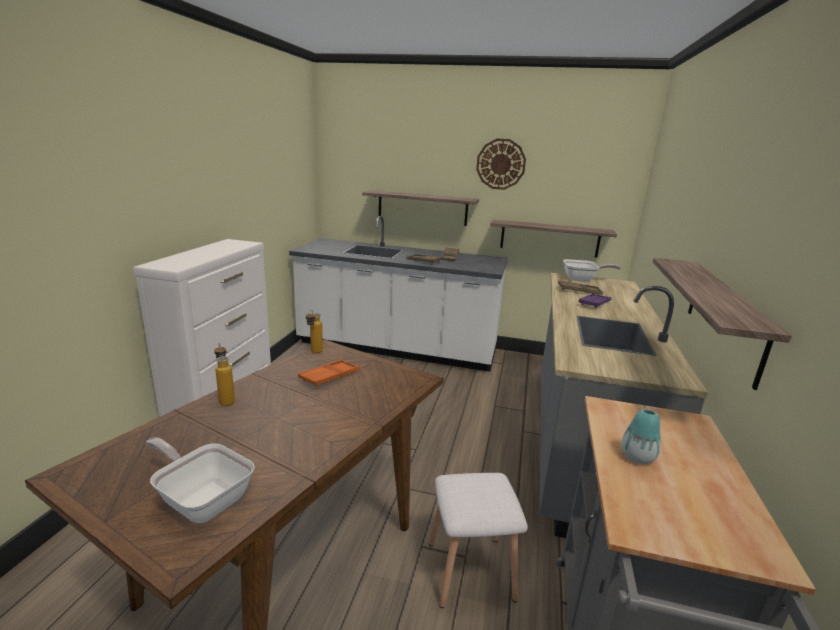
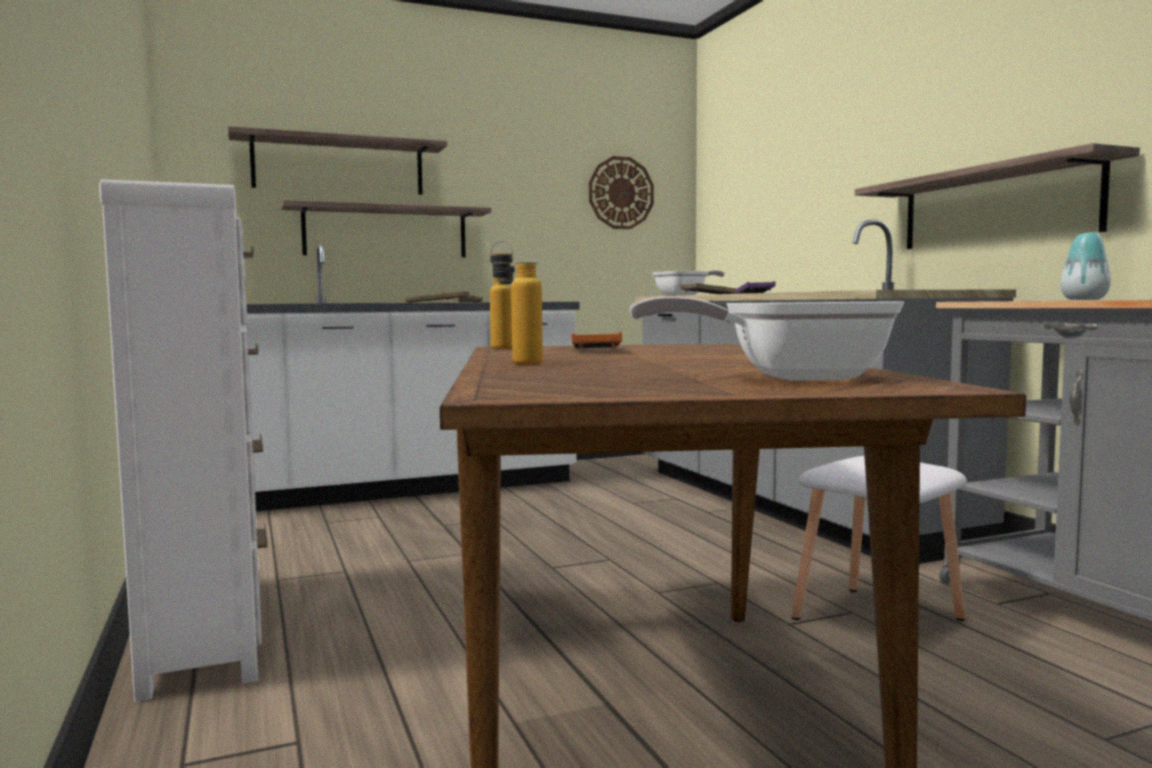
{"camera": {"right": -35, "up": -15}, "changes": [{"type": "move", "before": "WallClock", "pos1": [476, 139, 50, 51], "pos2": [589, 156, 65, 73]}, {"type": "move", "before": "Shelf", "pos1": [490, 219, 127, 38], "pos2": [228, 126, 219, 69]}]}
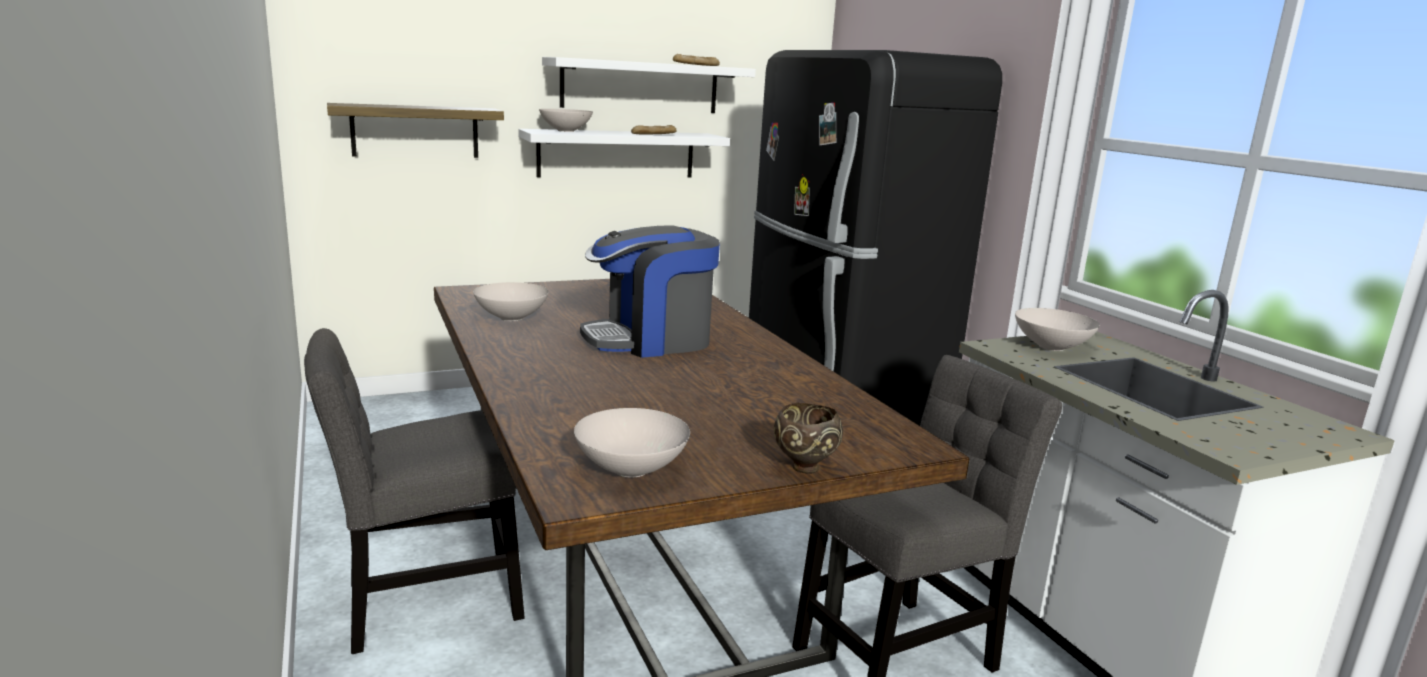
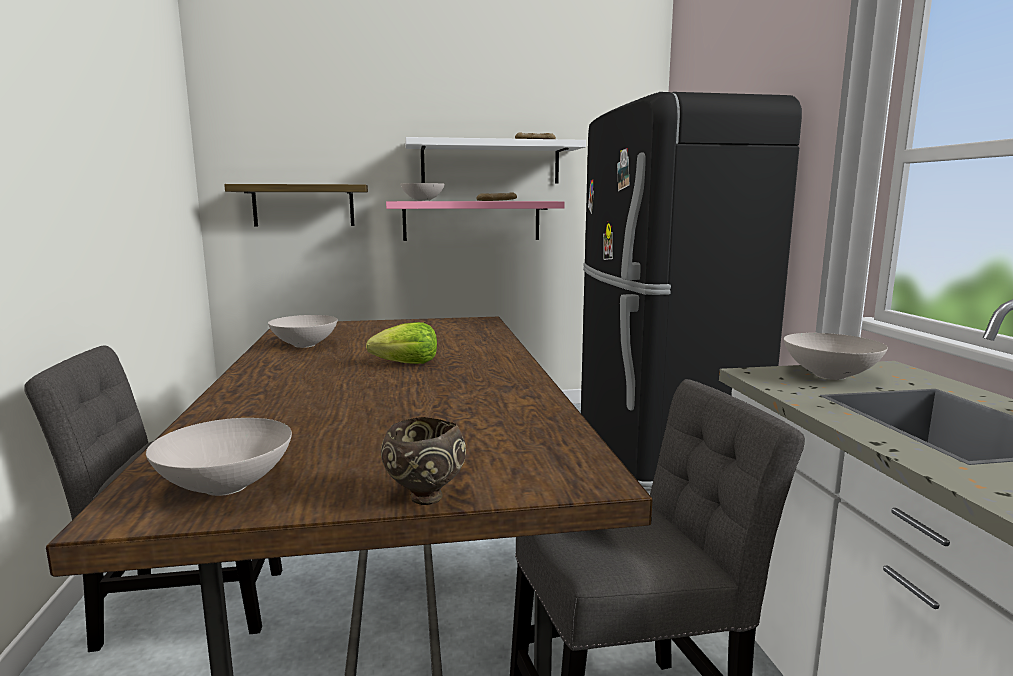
{"camera": {"right": 15, "up": -5}, "changes": [{"type": "replace", "before": "CoffeeMachine", "after": "Lettuce", "pos1": [580, 225, 140, 133], "pos2": [366, 322, 71, 42]}, {"type": "recolor", "before": "WhiteShelf", "after": "PinkShelf", "pos1": [518, 129, 212, 49], "pos2": [386, 201, 179, 40]}]}
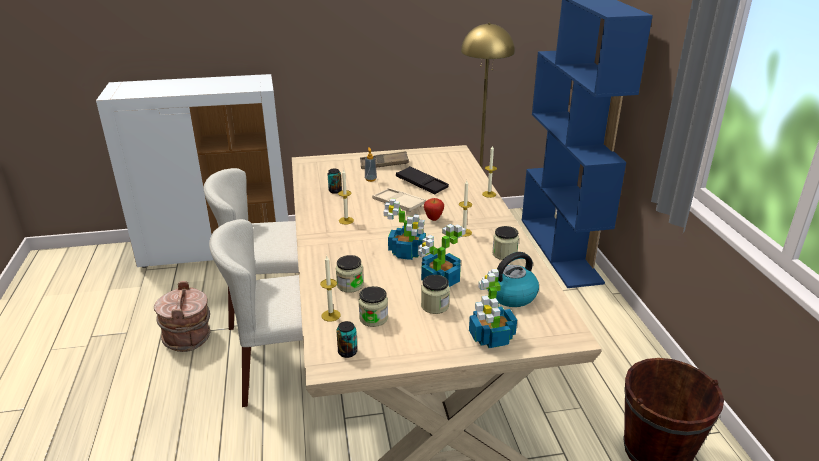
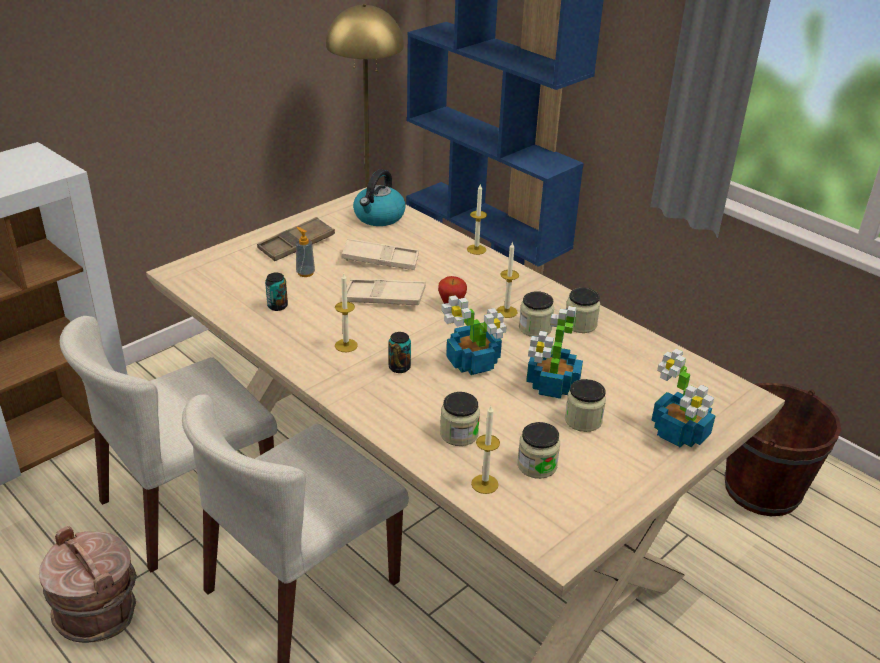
{"camera": {"right": -35, "up": 5}, "changes": [{"type": "insert", "after": "Jar", "pos2": [519, 291, 35, 46]}, {"type": "move", "before": "Can", "pos1": [336, 321, 21, 37], "pos2": [389, 332, 22, 41]}, {"type": "move", "before": "Kettle", "pos1": [488, 252, 51, 55], "pos2": [353, 169, 53, 57]}, {"type": "recolor", "before": "BlackTray", "after": "BeigeTray", "pos1": [396, 166, 53, 28], "pos2": [342, 238, 77, 32]}]}
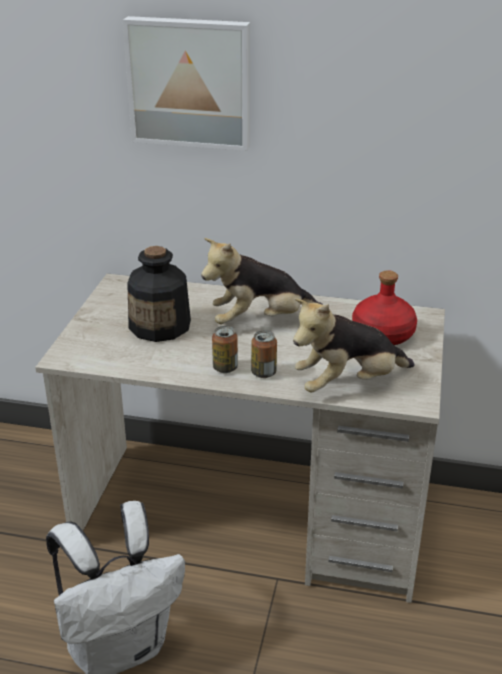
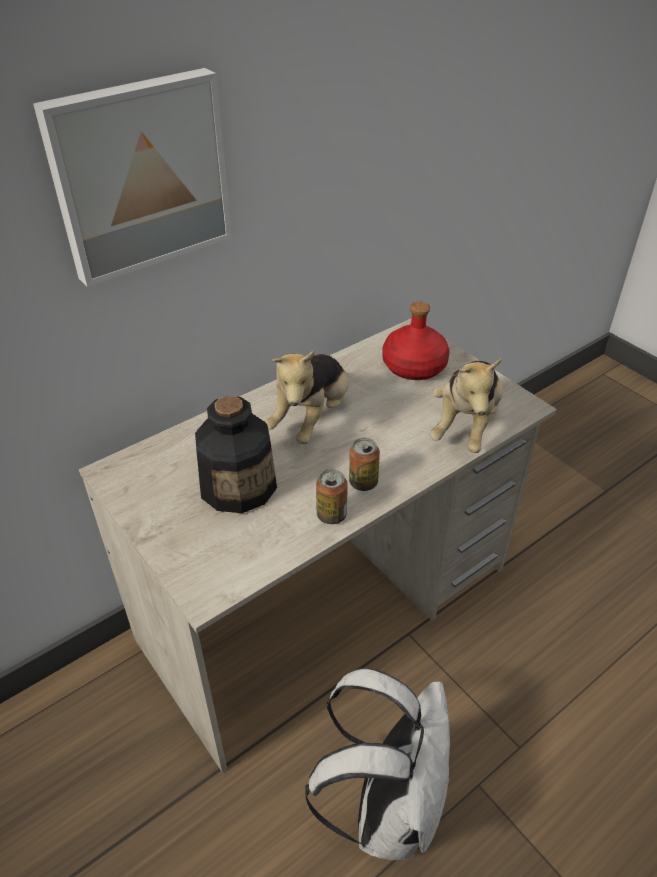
{"camera": {"right": -50, "up": 10}, "changes": [{"type": "move", "before": "Can", "pos1": [251, 330, 26, 48], "pos2": [316, 469, 32, 55]}]}
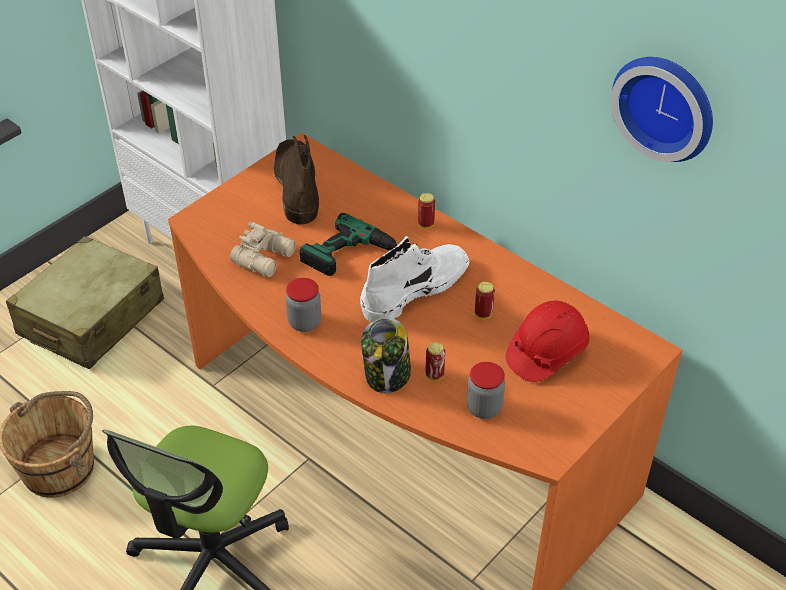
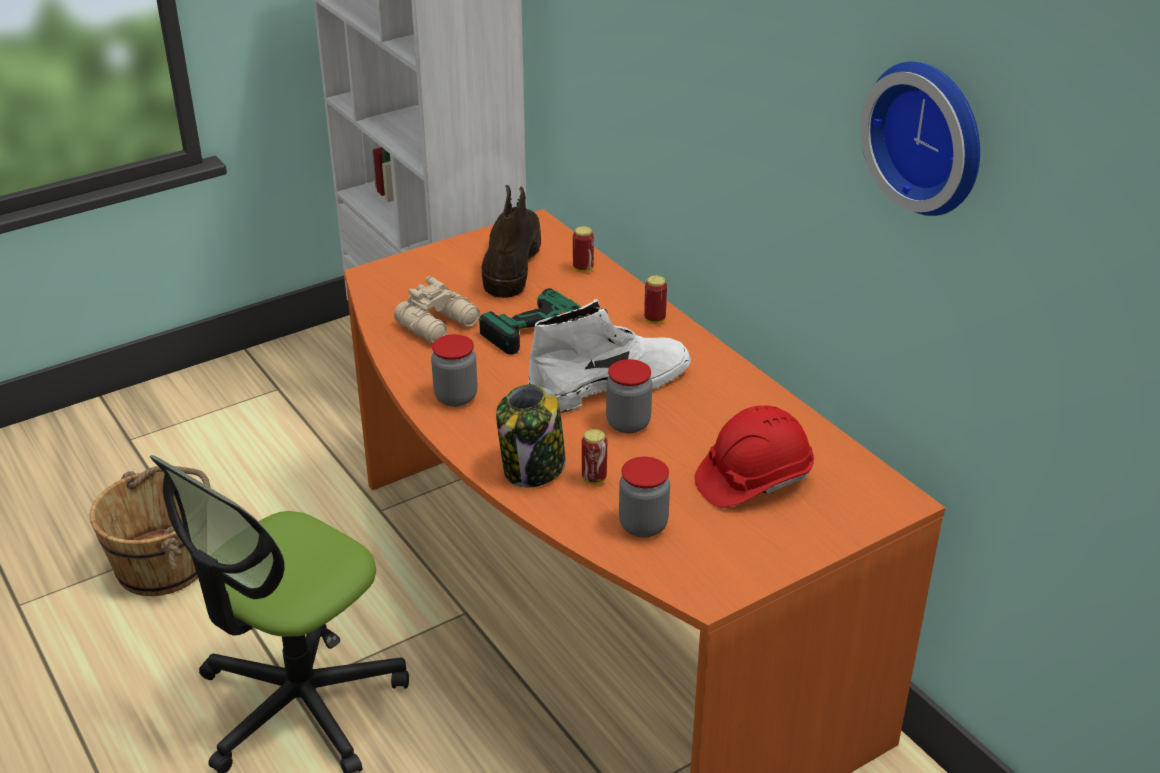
{"camera": {"right": 15, "up": -10}, "changes": [{"type": "delete", "before": "BeigeSuitcase", "pos1": [6, 236, 158, 133]}, {"type": "insert", "after": "Jar", "pos2": [606, 359, 46, 74]}, {"type": "move", "before": "Can", "pos1": [475, 282, 20, 37], "pos2": [573, 226, 21, 47]}]}
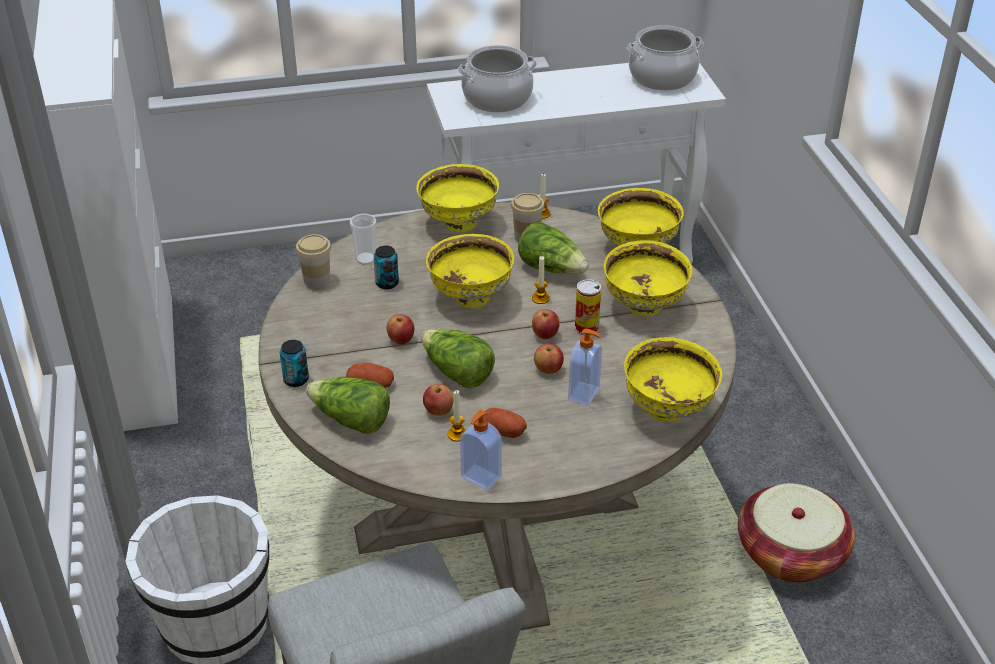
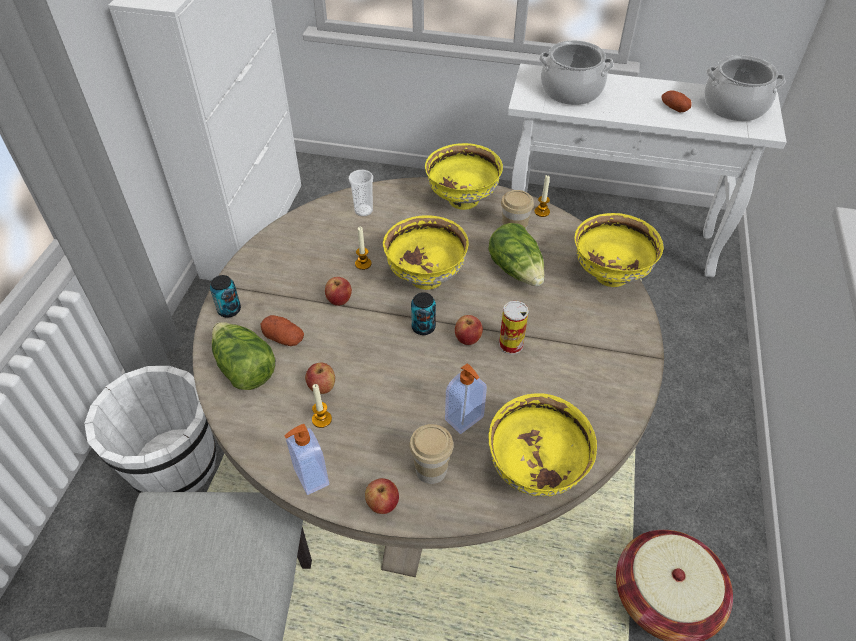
{"camera": {"right": 25, "up": 10}, "changes": [{"type": "delete", "before": "Lettuce", "pos1": [421, 329, 74, 59]}, {"type": "delete", "before": "YellowBowl", "pos1": [604, 240, 88, 76]}, {"type": "move", "before": "Cup", "pos1": [296, 234, 35, 54], "pos2": [409, 424, 45, 60]}, {"type": "move", "before": "Can", "pos1": [374, 246, 25, 43], "pos2": [411, 292, 25, 43]}, {"type": "move", "before": "Potato", "pos1": [483, 408, 44, 30], "pos2": [661, 90, 31, 23]}, {"type": "move", "before": "Candle", "pos1": [532, 256, 17, 48], "pos2": [355, 227, 17, 43]}, {"type": "move", "before": "Apple", "pos1": [534, 344, 30, 30], "pos2": [365, 478, 34, 36]}]}
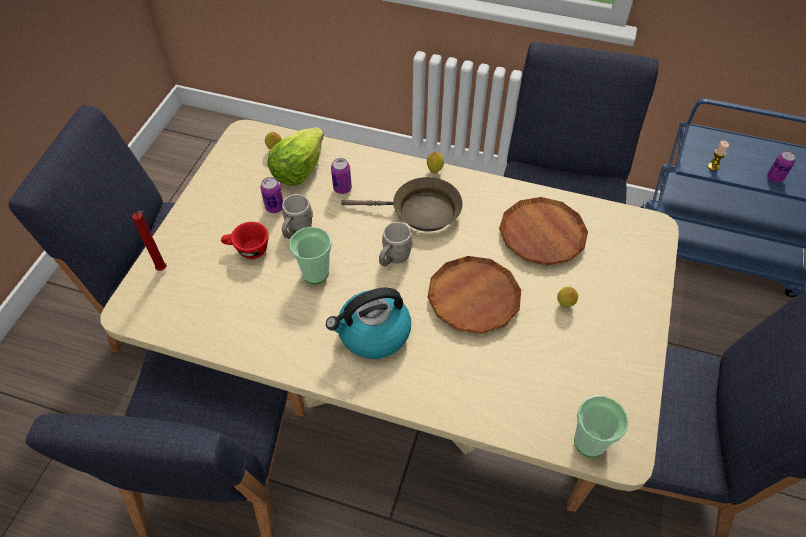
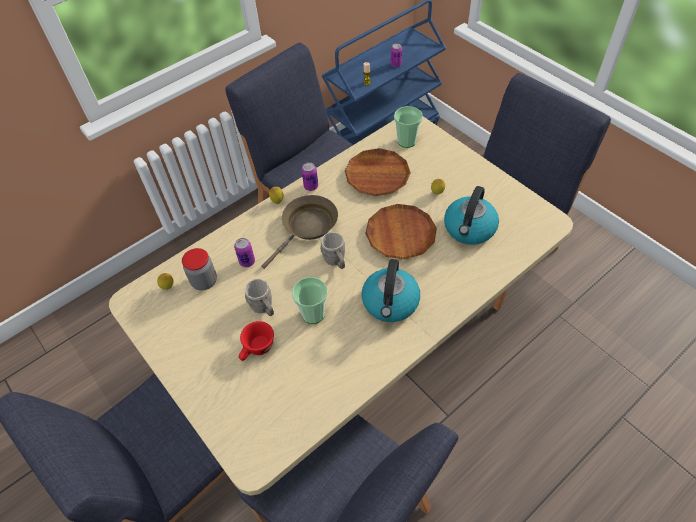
{"camera": {"right": -55, "up": 0}, "changes": [{"type": "delete", "before": "RedCandle", "pos1": [132, 211, 35, 60]}, {"type": "insert", "after": "Kettle", "pos2": [444, 186, 55, 59]}, {"type": "move", "before": "Can", "pos1": [260, 177, 23, 36], "pos2": [302, 162, 16, 29]}, {"type": "move", "before": "Cup", "pos1": [574, 396, 55, 61], "pos2": [394, 106, 29, 42]}, {"type": "replace", "before": "Lettuce", "after": "Jar", "pos1": [267, 127, 57, 59], "pos2": [182, 248, 35, 43]}]}
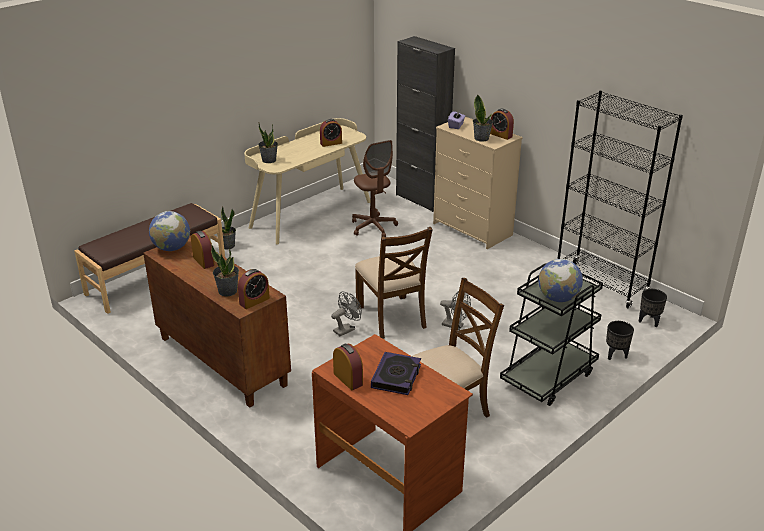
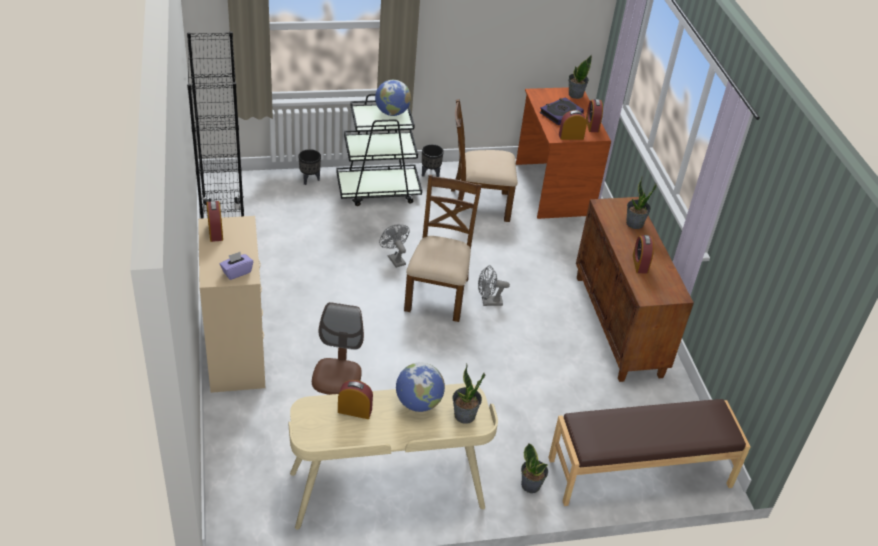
{"camera": {"right": -150, "up": 10}, "changes": [{"type": "delete", "before": "BlackCabinet", "pos1": [396, 36, 59, 176]}, {"type": "move", "before": "Globe", "pos1": [149, 211, 41, 40], "pos2": [396, 363, 49, 49]}, {"type": "move", "before": "AlarmClock", "pos1": [238, 269, 32, 40], "pos2": [559, 110, 28, 30]}, {"type": "move", "before": "PottedPlant", "pos1": [473, 94, 20, 48], "pos2": [568, 55, 24, 44]}, {"type": "move", "before": "BlackPlanter", "pos1": [639, 289, 28, 38], "pos2": [422, 144, 22, 33]}]}
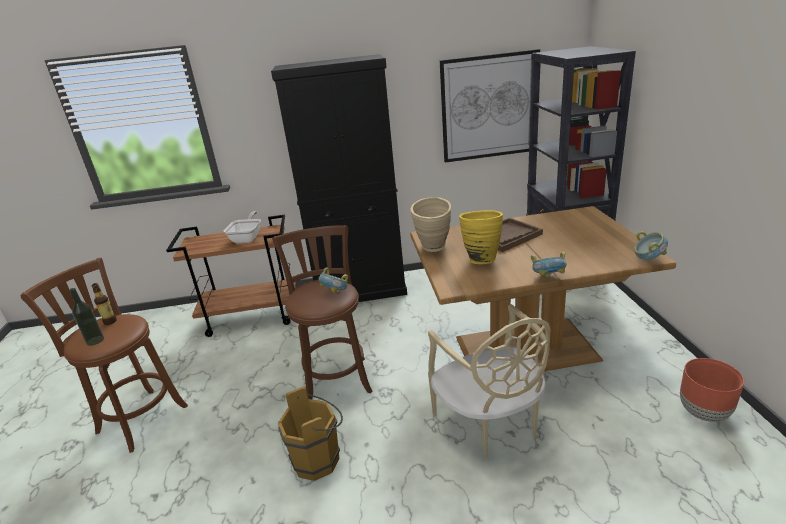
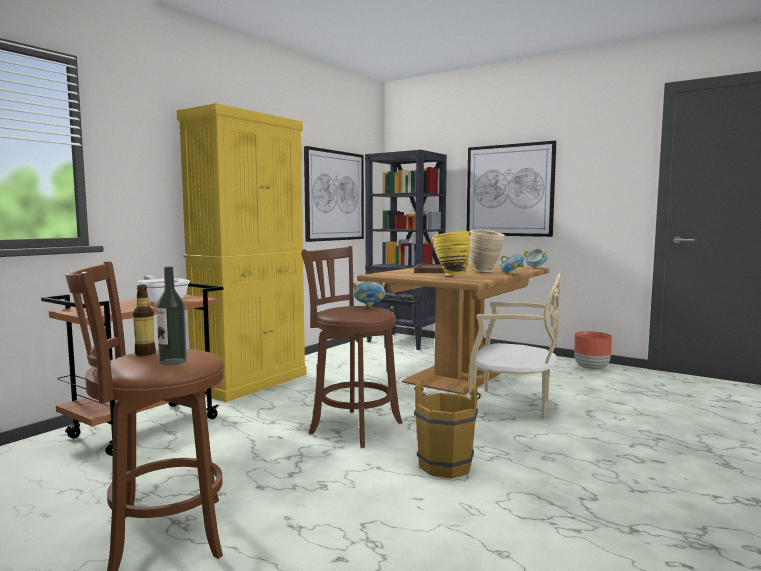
{"camera": {"right": -50, "up": -20}, "changes": [{"type": "insert", "after": "Picture", "pos2": [467, 141, 89, 96]}, {"type": "move", "before": "BeigeVase", "pos1": [410, 197, 41, 55], "pos2": [470, 230, 35, 42]}, {"type": "recolor", "before": "BlackCabinet", "after": "YellowCabinet", "pos1": [271, 54, 136, 248], "pos2": [176, 103, 131, 299]}]}
